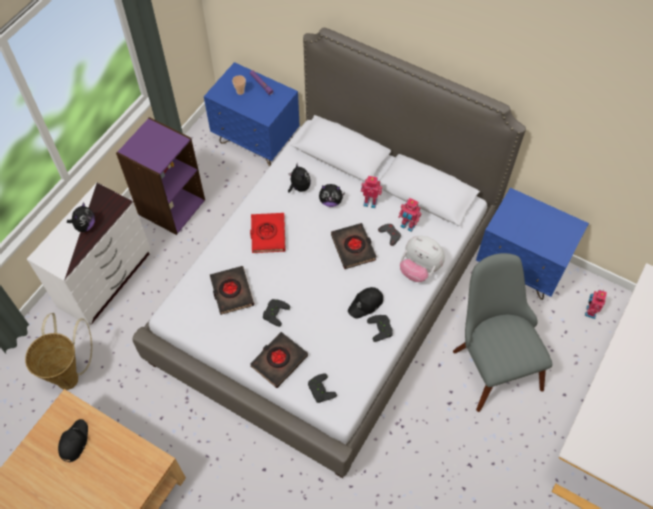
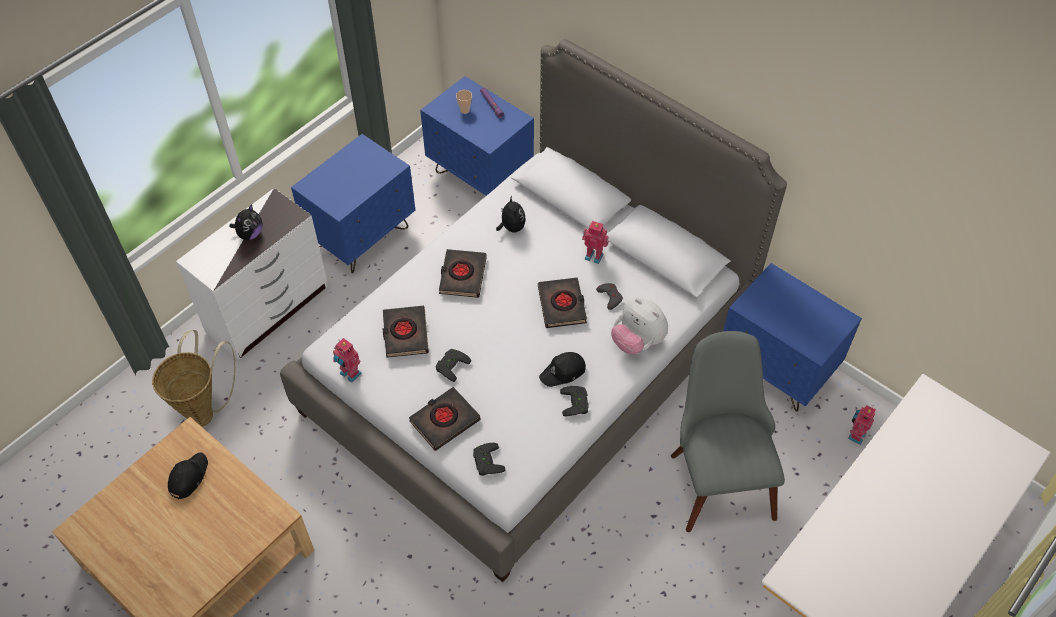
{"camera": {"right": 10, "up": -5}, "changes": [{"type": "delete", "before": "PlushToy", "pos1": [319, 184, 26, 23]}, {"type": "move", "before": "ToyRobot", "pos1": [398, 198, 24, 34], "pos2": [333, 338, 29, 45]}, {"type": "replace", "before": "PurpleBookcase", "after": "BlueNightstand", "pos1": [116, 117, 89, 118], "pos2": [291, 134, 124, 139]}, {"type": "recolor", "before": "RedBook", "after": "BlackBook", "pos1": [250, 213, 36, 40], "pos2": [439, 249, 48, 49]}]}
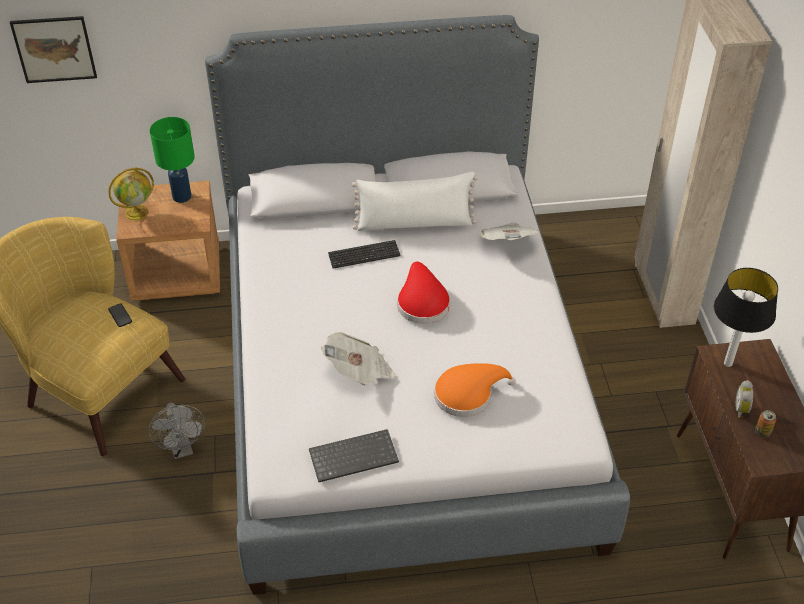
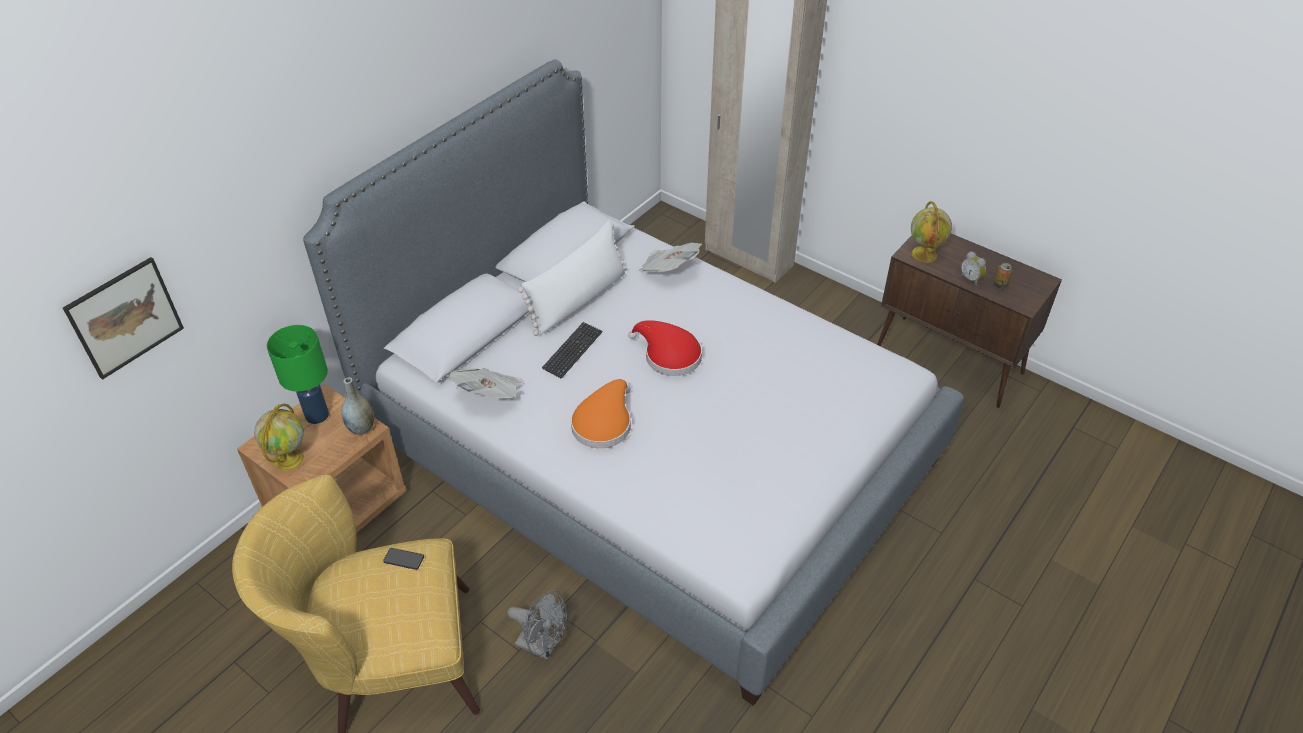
{"camera": {"right": -45, "up": 0}, "changes": [{"type": "delete", "before": "Keyboard", "pos1": [309, 429, 90, 53]}, {"type": "insert", "after": "GreyVase", "pos2": [342, 377, 32, 58]}, {"type": "move", "before": "Newspaper", "pos1": [321, 332, 75, 53], "pos2": [449, 368, 74, 30]}, {"type": "move", "before": "OrangeHat", "pos1": [434, 363, 82, 54], "pos2": [571, 379, 60, 69]}, {"type": "replace", "before": "TableLamp", "after": "Globe", "pos1": [714, 268, 64, 99], "pos2": [911, 201, 41, 62]}]}
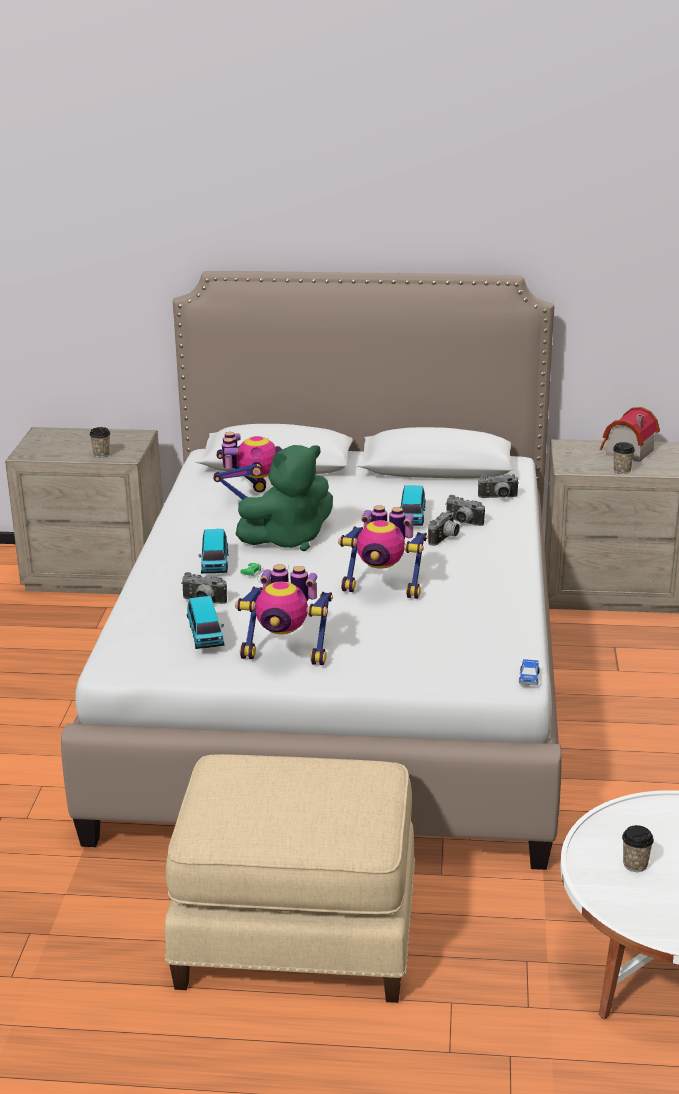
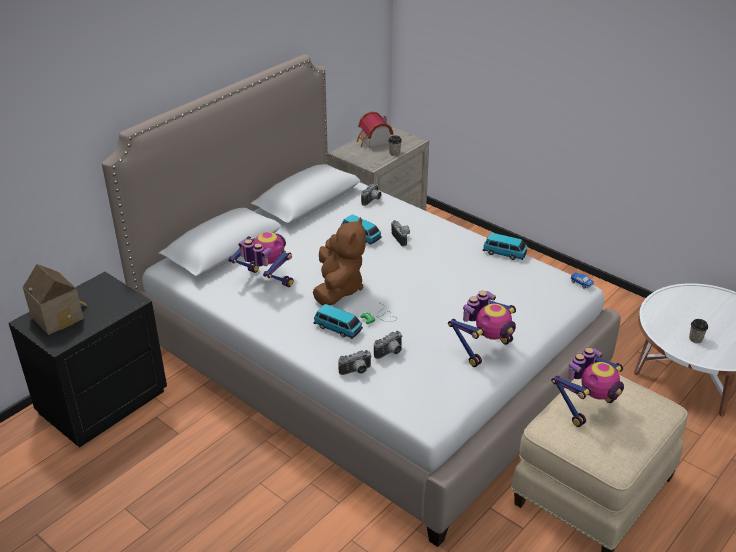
{"camera": {"right": -55, "up": 10}, "changes": [{"type": "delete", "before": "Cup", "pos1": [89, 427, 21, 31]}, {"type": "insert", "after": "ToyHouse", "pos2": [23, 264, 65, 71]}, {"type": "move", "before": "ToyCar", "pos1": [187, 596, 38, 53], "pos2": [483, 233, 44, 27]}, {"type": "move", "before": "ToyRobot", "pos1": [338, 505, 90, 94], "pos2": [551, 347, 73, 80]}, {"type": "move", "before": "PhotoCamera", "pos1": [445, 495, 40, 31], "pos2": [338, 350, 34, 25]}, {"type": "recolor", "before": "BeigeNightstand", "after": "BlackNightstand", "pos1": [5, 427, 158, 167], "pos2": [9, 272, 158, 176]}, {"type": "recolor", "before": "GreenPlushToy", "after": "BrownPlushToy", "pos1": [235, 445, 98, 106], "pos2": [313, 217, 53, 88]}]}
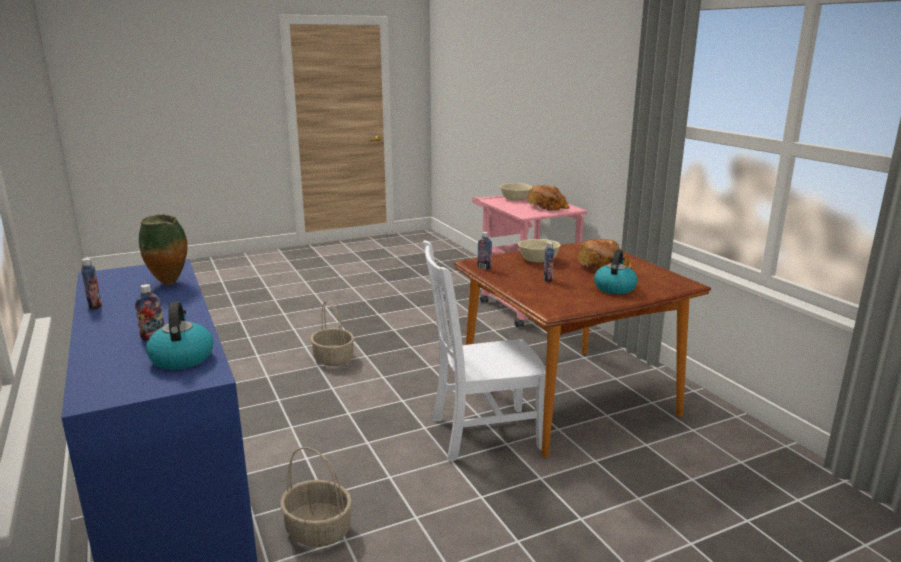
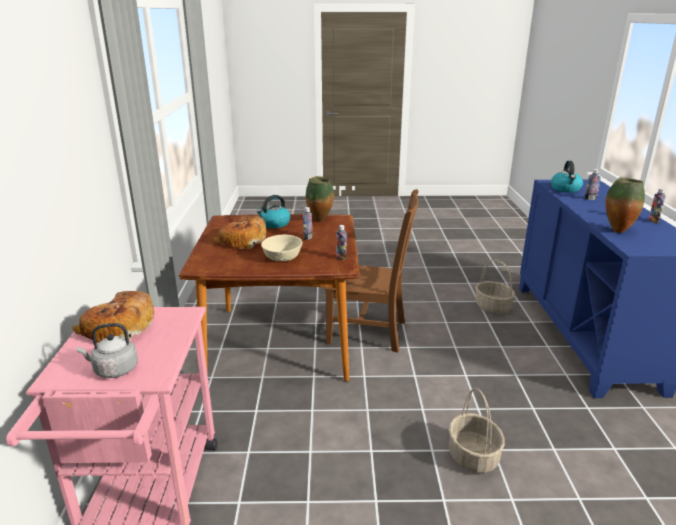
{"camera": {"right": -155, "up": 5}, "changes": [{"type": "insert", "after": "Vase", "pos2": [306, 176, 28, 46]}, {"type": "replace", "before": "BeigeBowl", "after": "GreyKettle", "pos1": [500, 183, 32, 18], "pos2": [77, 323, 61, 55]}, {"type": "recolor", "before": "WhiteChair", "after": "BrownChair", "pos1": [423, 240, 123, 222], "pos2": [325, 189, 94, 164]}]}
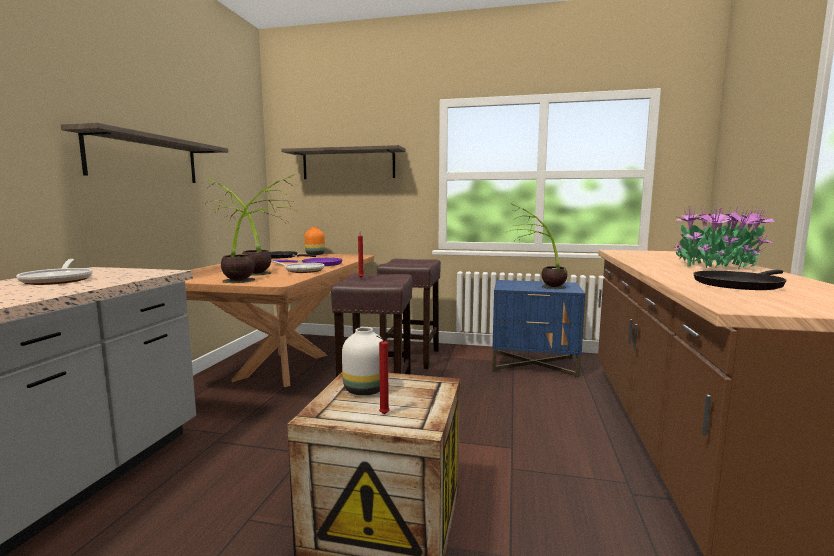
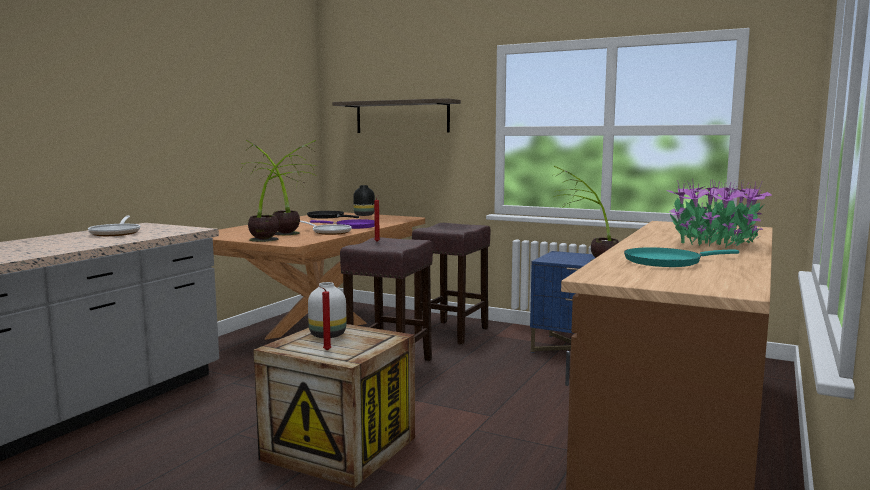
{"camera": {"right": 15, "up": 0}, "changes": [{"type": "delete", "before": "Shelf", "pos1": [61, 122, 167, 61]}, {"type": "recolor", "before": "OrangeVase", "after": "BlackVase", "pos1": [305, 227, 20, 28], "pos2": [353, 185, 22, 31]}, {"type": "recolor", "before": "BlackFryingPan", "after": "TurquoiseFryingPan", "pos1": [693, 270, 94, 20], "pos2": [624, 247, 115, 20]}]}
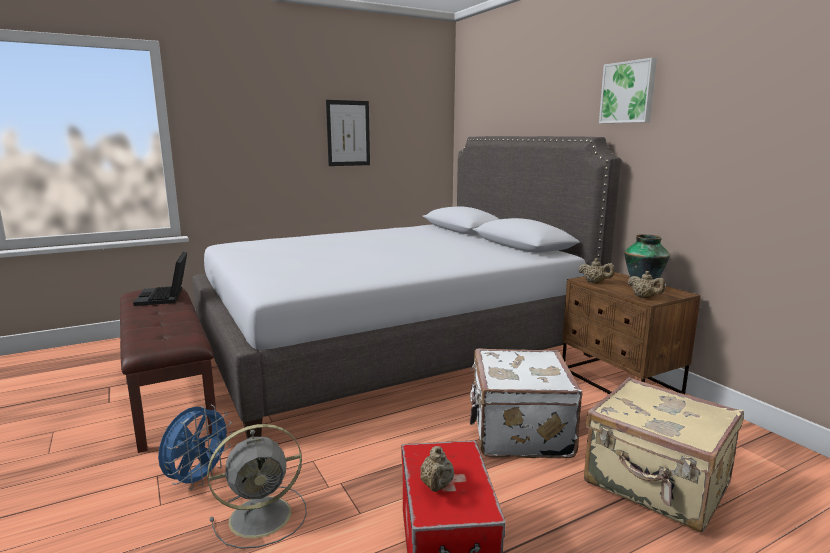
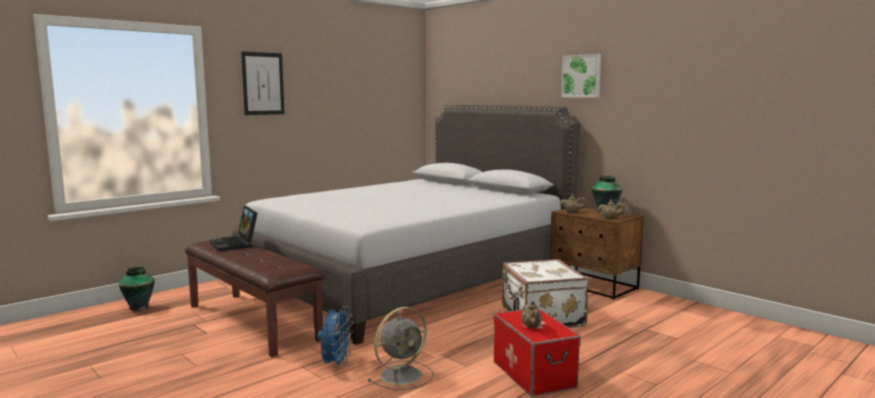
{"camera": {"right": -15, "up": -5}, "changes": [{"type": "delete", "before": "BeigeSuitcase", "pos1": [584, 377, 160, 156]}, {"type": "insert", "after": "Vase", "pos2": [119, 266, 36, 45]}, {"type": "move", "before": "Picture", "pos1": [326, 100, 44, 66], "pos2": [241, 52, 44, 63]}]}
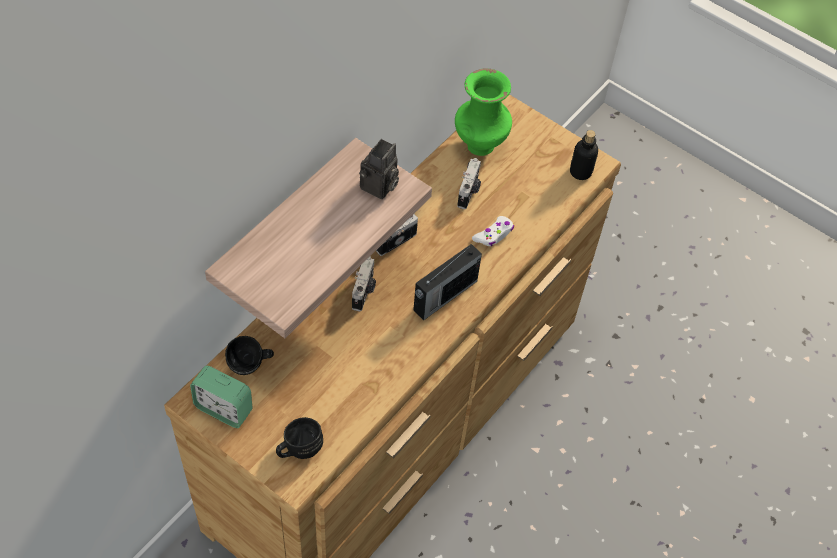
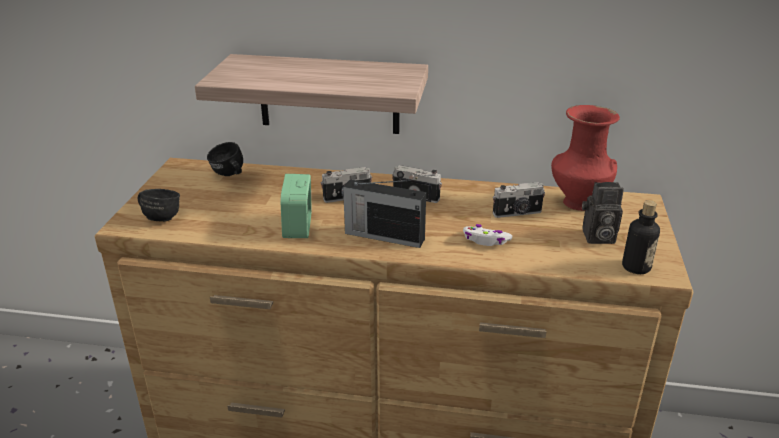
{"camera": {"right": 65, "up": -25}, "changes": [{"type": "move", "before": "AlarmClock", "pos1": [190, 366, 63, 62], "pos2": [281, 174, 31, 64]}, {"type": "move", "before": "PhotoCamera", "pos1": [359, 139, 40, 60], "pos2": [582, 182, 42, 62]}, {"type": "recolor", "before": "GreenVase", "after": "RedVase", "pos1": [455, 68, 57, 88], "pos2": [551, 105, 69, 106]}]}
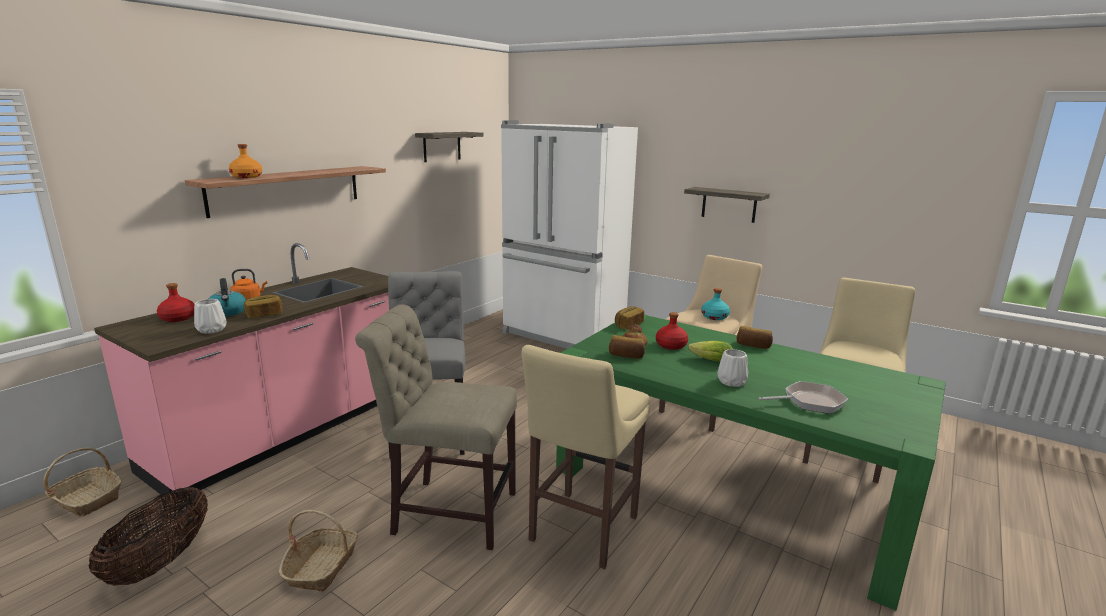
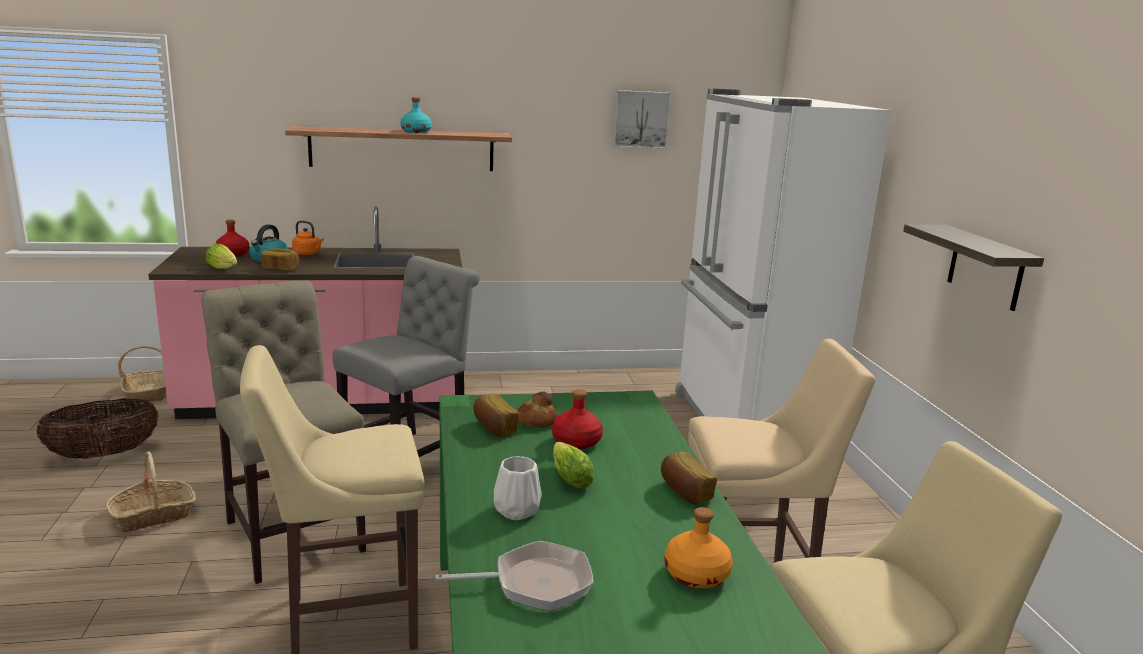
{"camera": {"right": 45, "up": 0}, "changes": [{"type": "delete", "before": "Bread", "pos1": [615, 306, 29, 23]}, {"type": "move", "before": "OrangeBottle", "pos1": [229, 144, 33, 34], "pos2": [664, 507, 69, 81]}, {"type": "move", "before": "TurquoiseBottle", "pos1": [701, 288, 29, 32], "pos2": [400, 97, 32, 36]}, {"type": "replace", "before": "WhiteVase", "after": "Lettuce", "pos1": [194, 299, 33, 35], "pos2": [205, 244, 32, 25]}, {"type": "replace", "before": "Shelf", "after": "Picture", "pos1": [415, 132, 69, 30], "pos2": [613, 90, 58, 59]}, {"type": "rotate", "before": "FryingPan", "pos1": [758, 381, 90, 33], "pos2": [436, 541, 157, 70], "turn": -45}]}
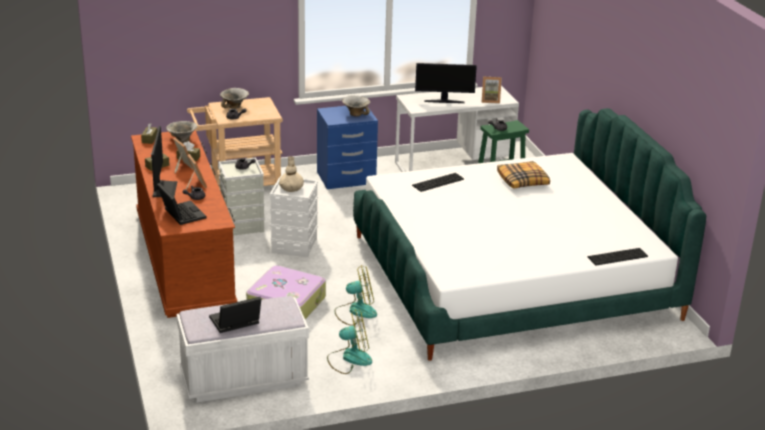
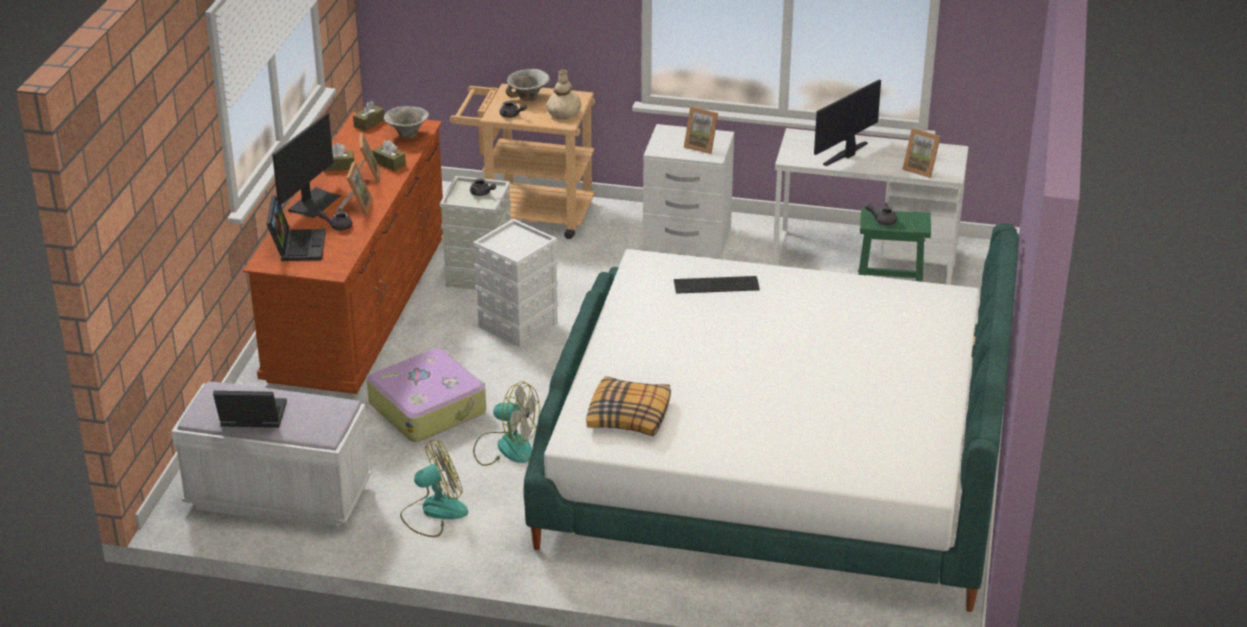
{"camera": {"right": 30, "up": 5}, "changes": [{"type": "delete", "before": "Keyboard", "pos1": [587, 248, 61, 18]}, {"type": "move", "before": "BeigeVase", "pos1": [279, 156, 25, 36], "pos2": [546, 69, 35, 50]}, {"type": "move", "before": "Pillow", "pos1": [497, 161, 53, 28], "pos2": [586, 376, 85, 60]}, {"type": "replace", "before": "Bowl", "after": "PictureFrame", "pos1": [342, 95, 28, 22], "pos2": [684, 107, 34, 47]}, {"type": "recolor", "before": "BlueNightstand", "after": "WhiteNightstand", "pos1": [317, 106, 61, 83], "pos2": [643, 124, 91, 134]}, {"type": "rotate", "before": "Fan", "pos1": [327, 309, 45, 65], "pos2": [400, 440, 68, 97], "turn": -45}, {"type": "rotate", "before": "Monitor", "pos1": [415, 63, 62, 40], "pos2": [814, 80, 67, 86], "turn": 105}]}
